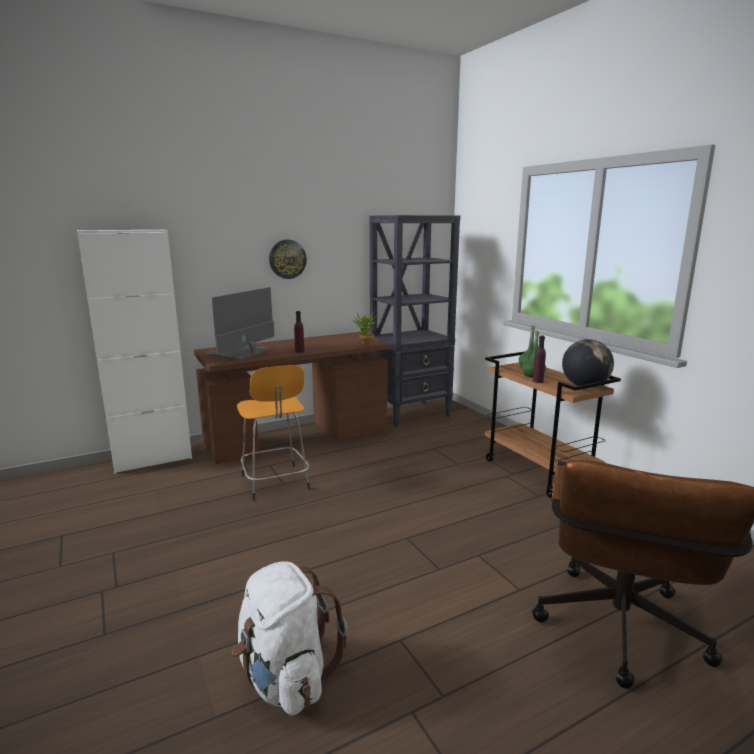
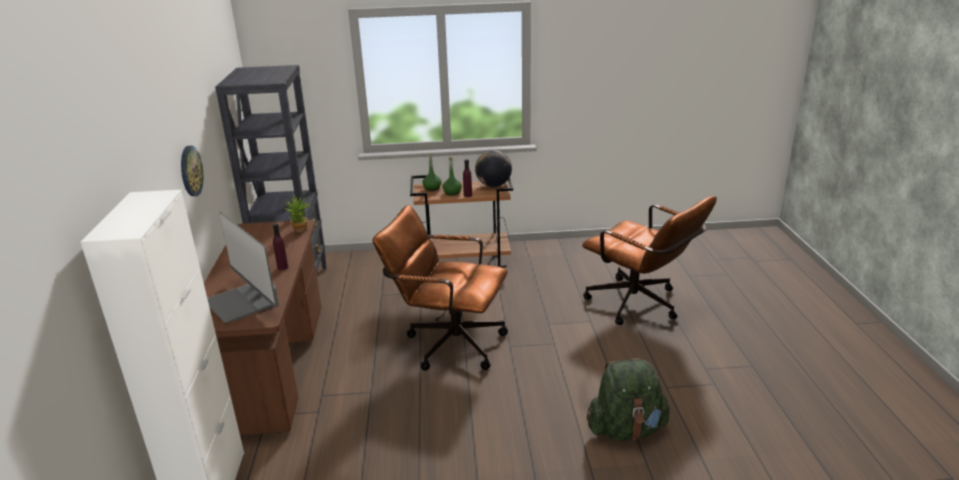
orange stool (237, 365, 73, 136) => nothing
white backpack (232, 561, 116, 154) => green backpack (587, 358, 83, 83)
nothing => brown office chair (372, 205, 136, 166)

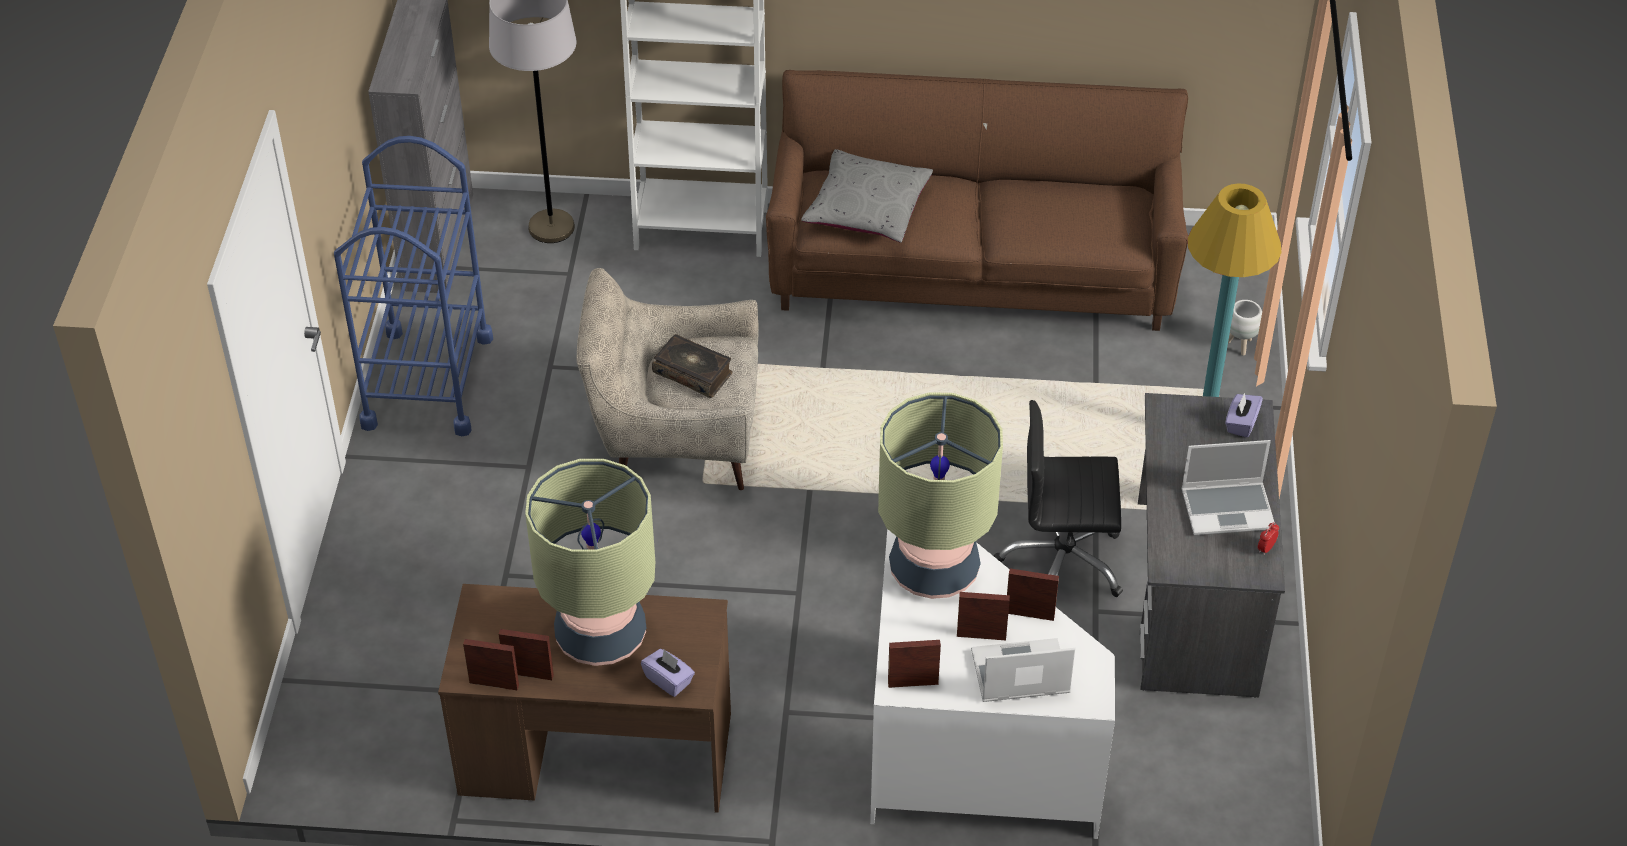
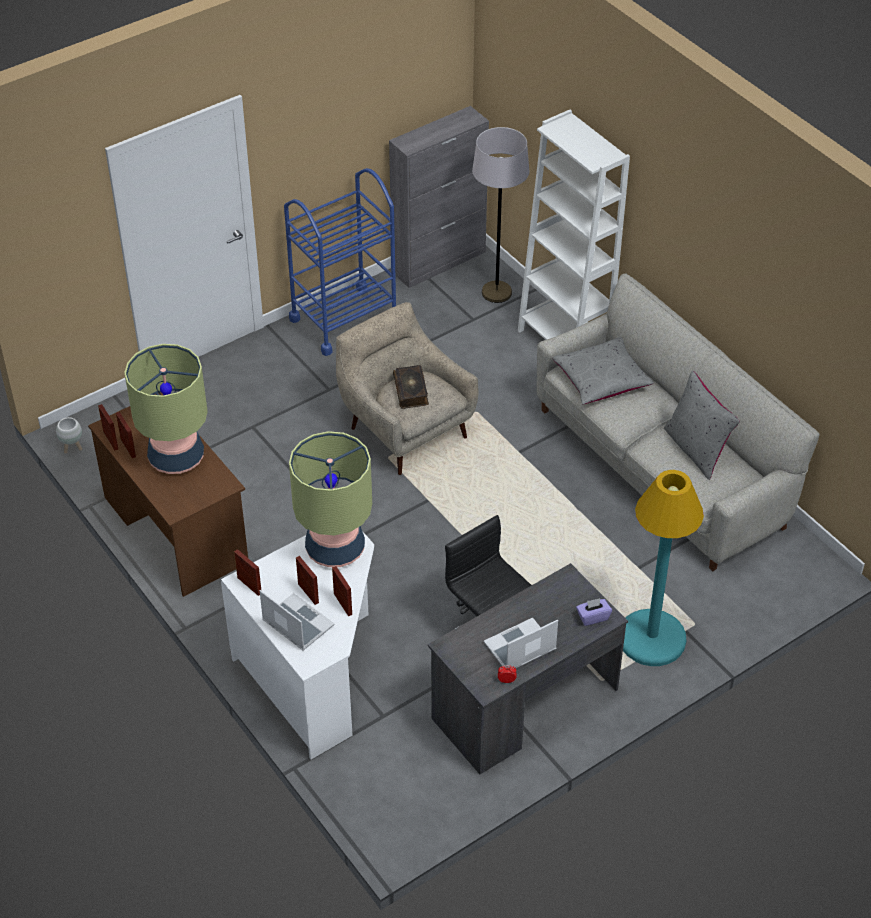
brown sofa (766, 70, 422, 261) => grey sofa (536, 274, 283, 297)
white planter (1228, 300, 34, 56) => white planter (56, 417, 26, 37), shifted
laptop (1181, 440, 94, 95) => laptop (484, 618, 74, 50), 105 degrees clockwise
purple tissue box (641, 649, 54, 48) => nothing
nothing => grey pillow (664, 370, 76, 110)

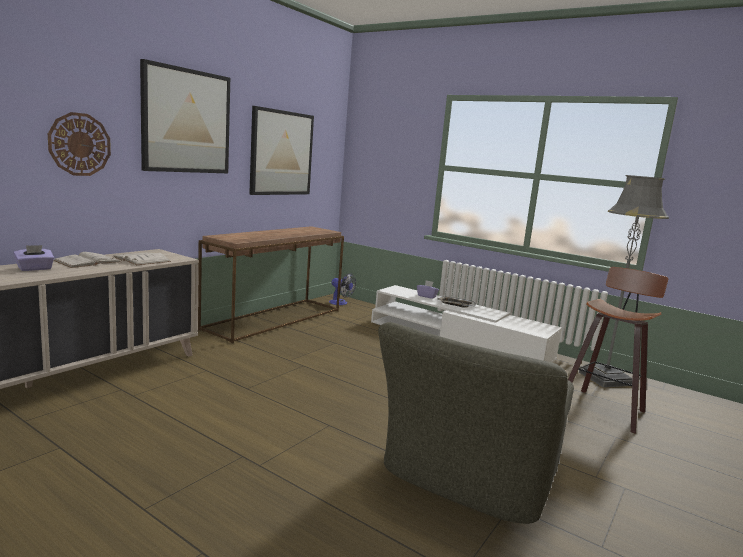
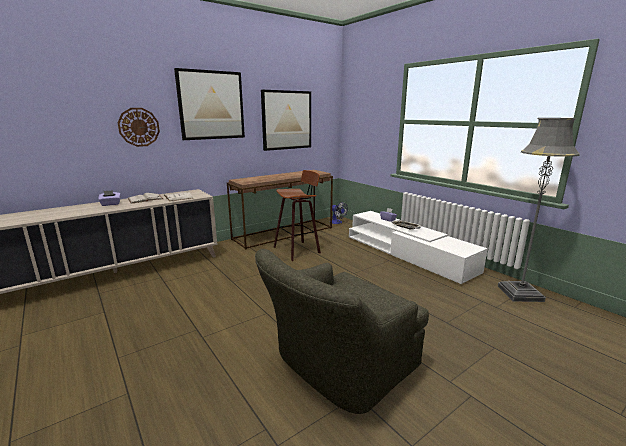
stool (568, 267, 100, 167) => stool (274, 170, 47, 91), shifted

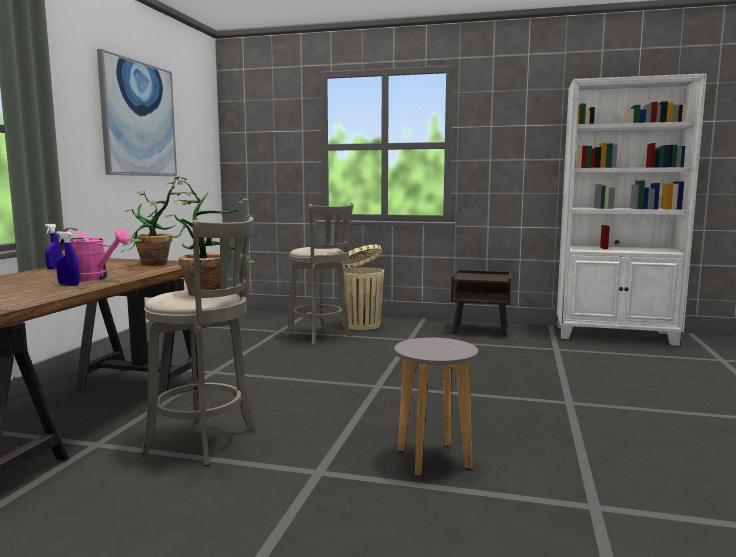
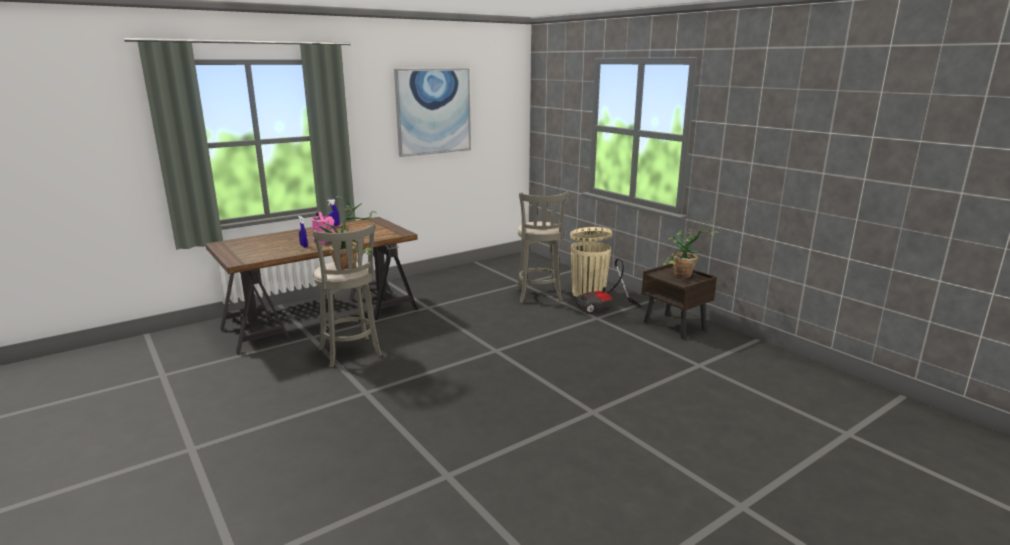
white bookcase (557, 73, 150, 273) => nothing
potted plant (122, 176, 75, 90) => potted plant (663, 219, 56, 59), shifted
grey stool (394, 338, 84, 138) => nothing
nothing => vacuum cleaner (576, 258, 67, 56)

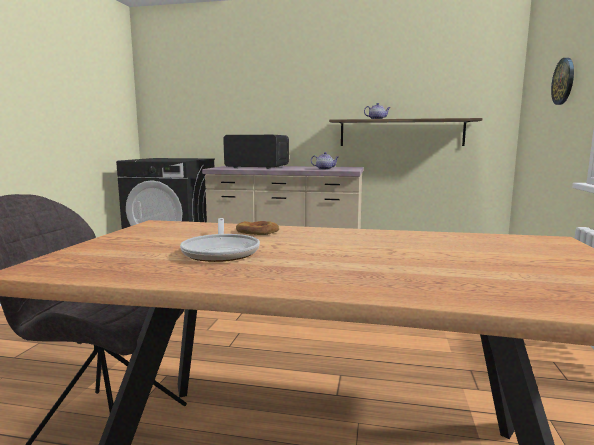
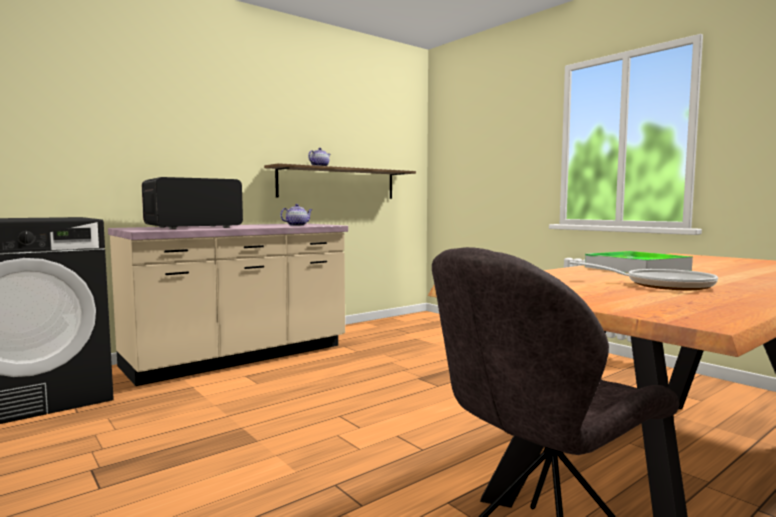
wall clock (551, 58, 23, 47) => nothing
bread (236, 221, 43, 14) => nothing
nothing => tray (585, 251, 108, 22)

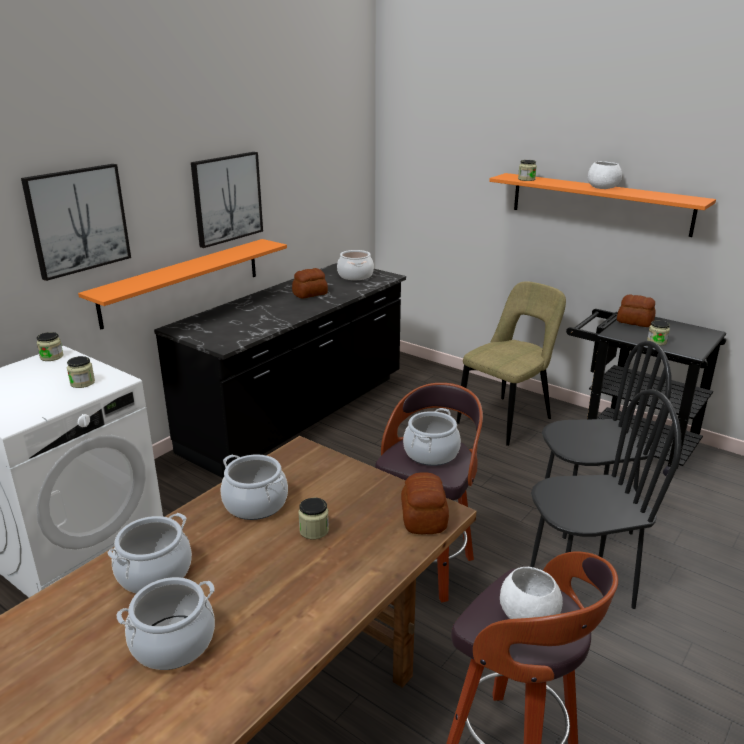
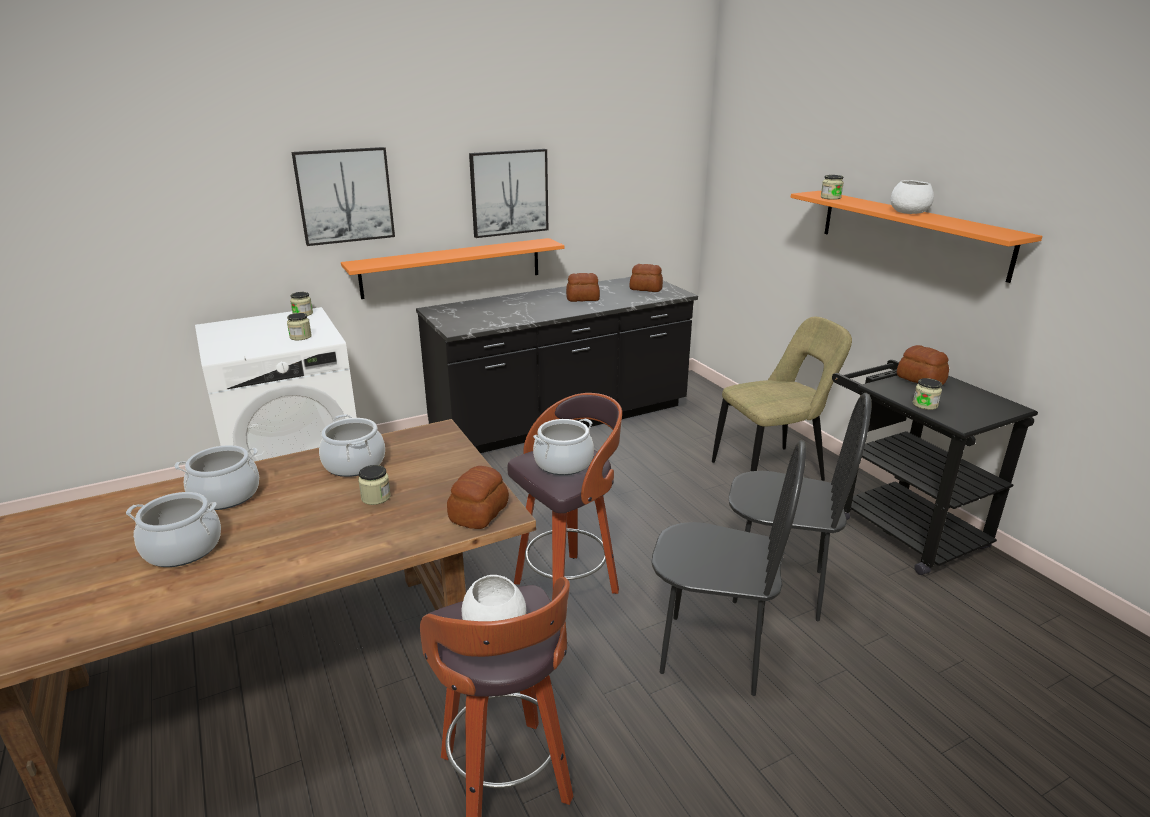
cooking pot (337, 250, 37, 30) => bread (630, 264, 33, 28)

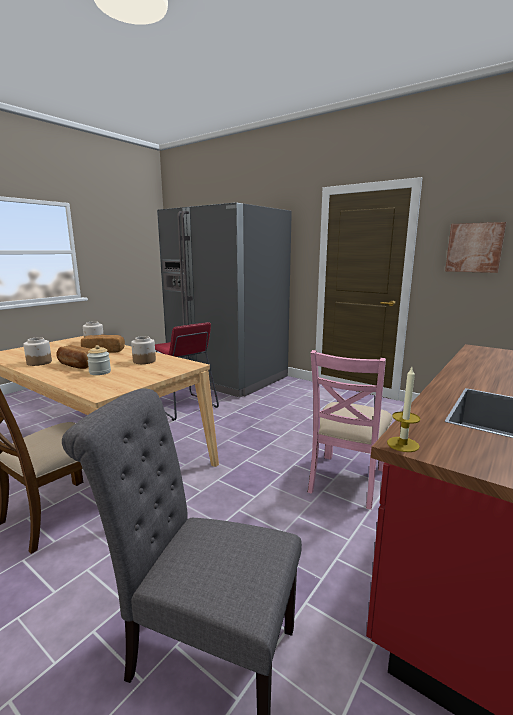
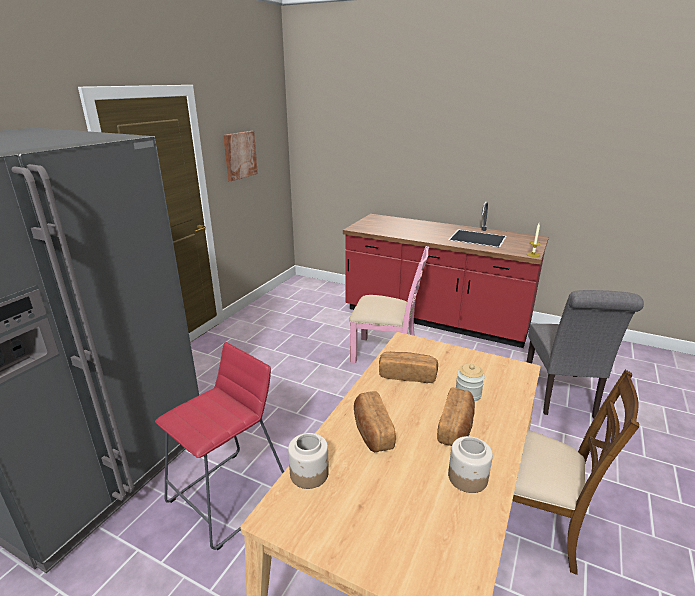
jar (131, 336, 25, 28) => bread (379, 352, 59, 31)

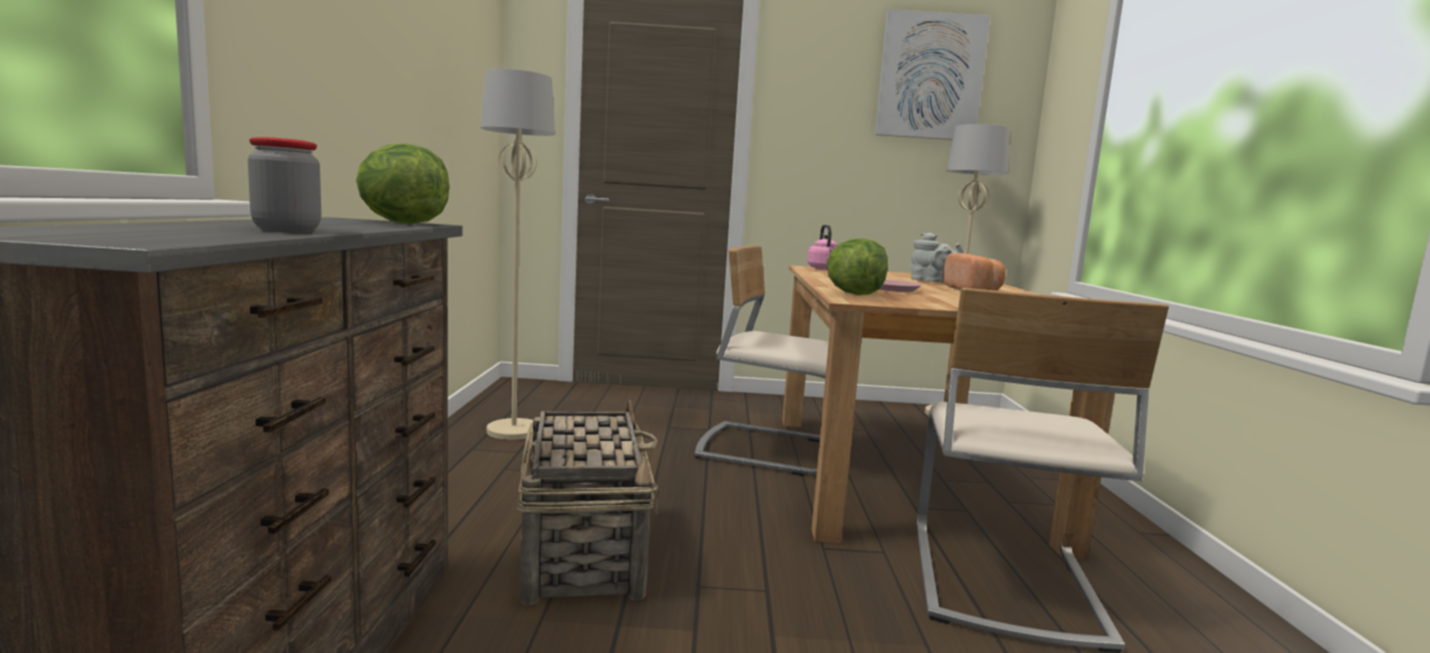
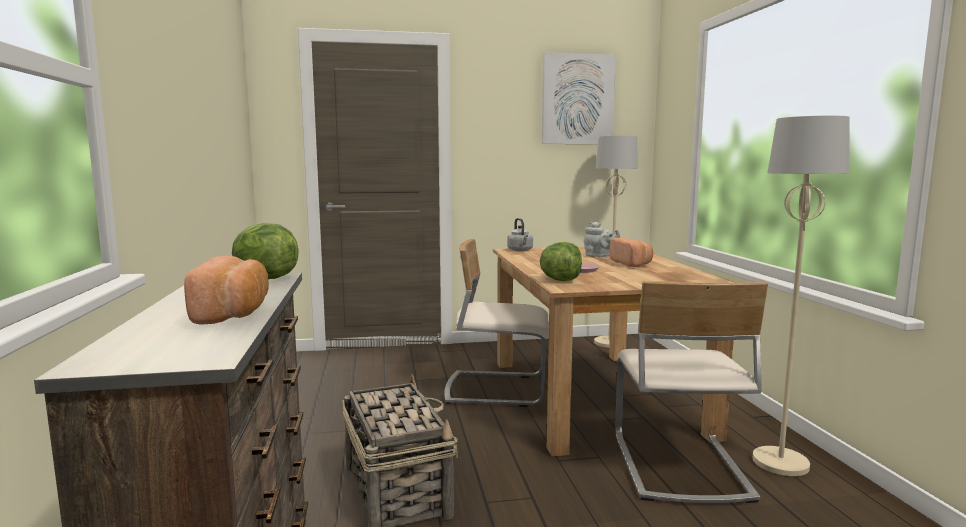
beige floor lamp (480, 69, 75, 371) => beige floor lamp (753, 116, 97, 360), shifted
jar (248, 137, 73, 95) => bread (184, 256, 85, 69)
pink kettle (807, 225, 31, 45) => grey kettle (507, 218, 26, 33)

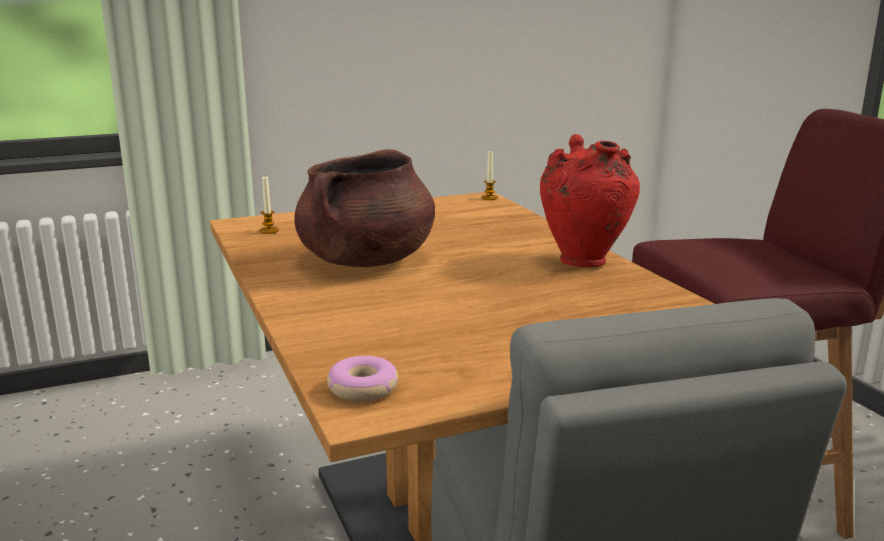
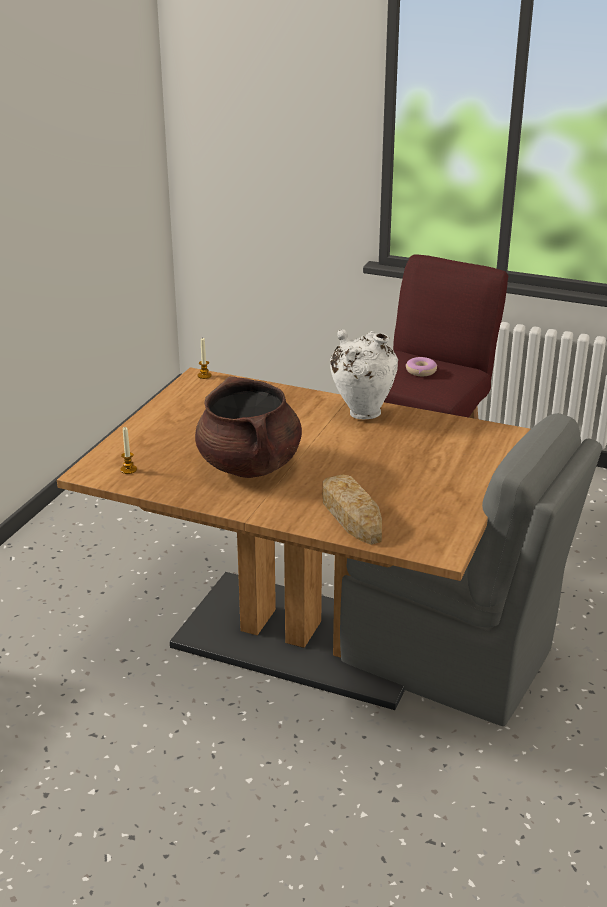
red vase (540, 134, 100, 133) => white vase (330, 329, 68, 90)
donut (327, 356, 71, 46) => donut (405, 357, 32, 19), shifted
nothing => bread (323, 475, 59, 70)

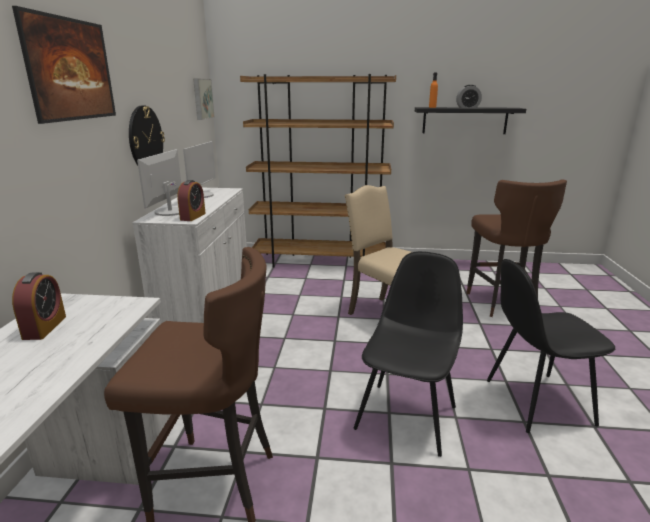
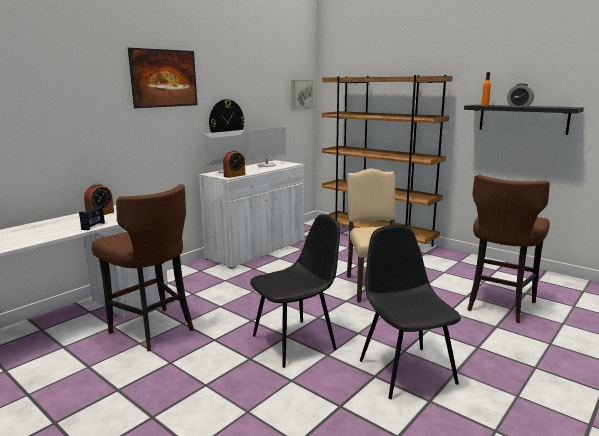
black chair (487, 259, 128, 174) => black chair (360, 225, 101, 174), 45 degrees clockwise
nothing => radio (79, 198, 26, 32)

